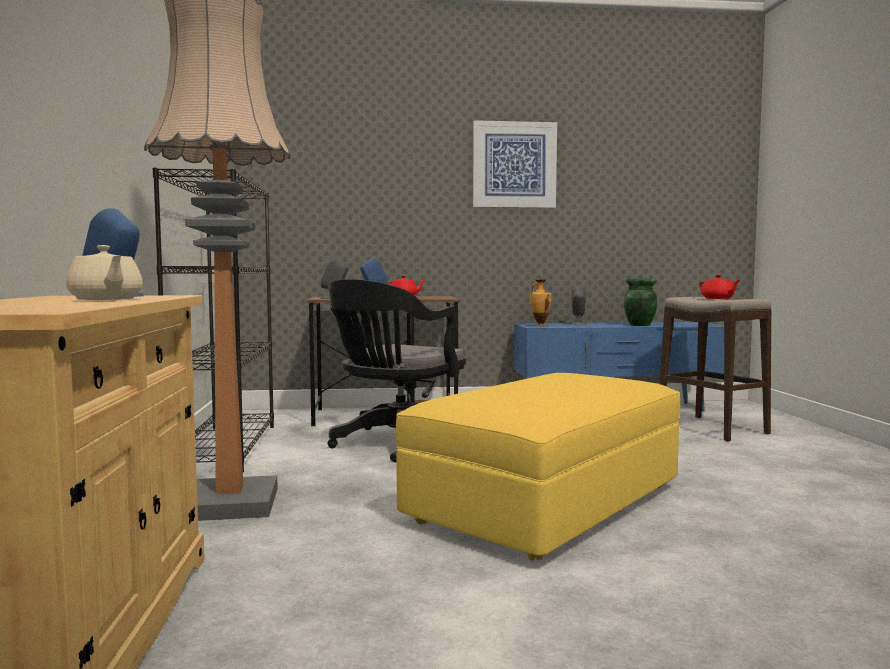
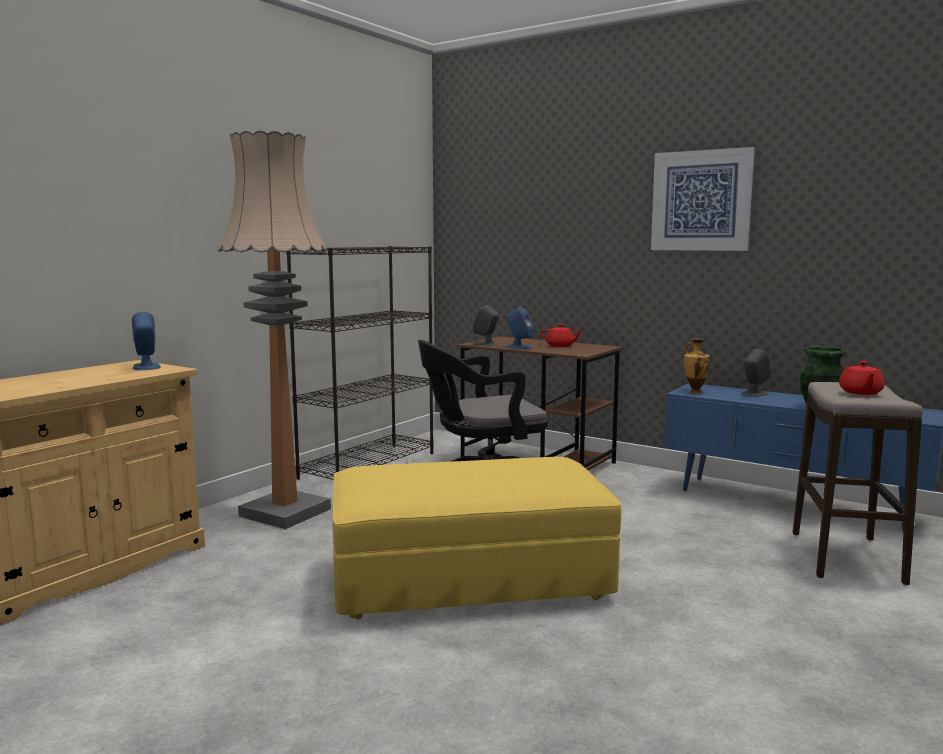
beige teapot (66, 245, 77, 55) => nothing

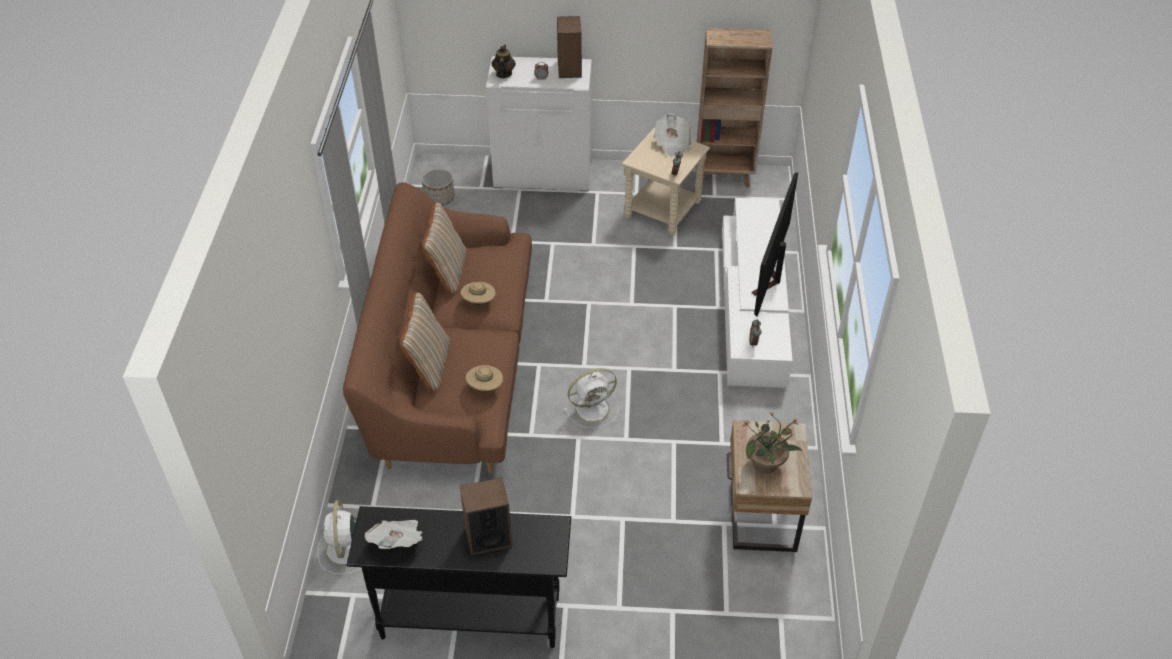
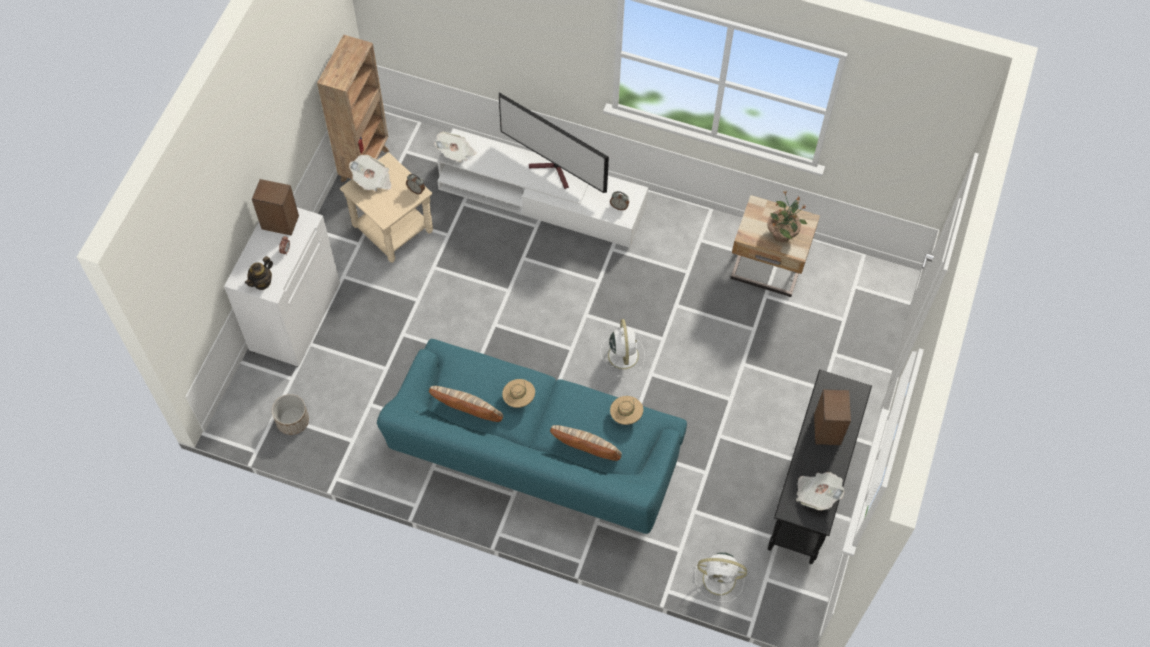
teapot (491, 45, 25, 33) => teapot (245, 256, 28, 34), 75 degrees counterclockwise
brown sofa (343, 182, 189, 292) => turquoise sofa (377, 339, 310, 195)
nothing => newspaper (434, 132, 42, 30)

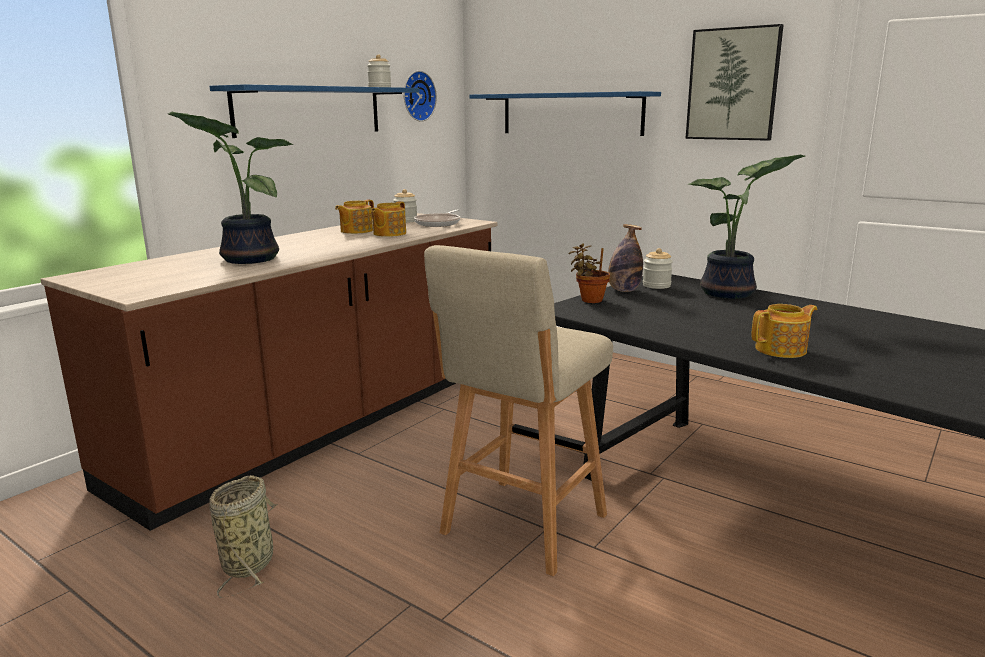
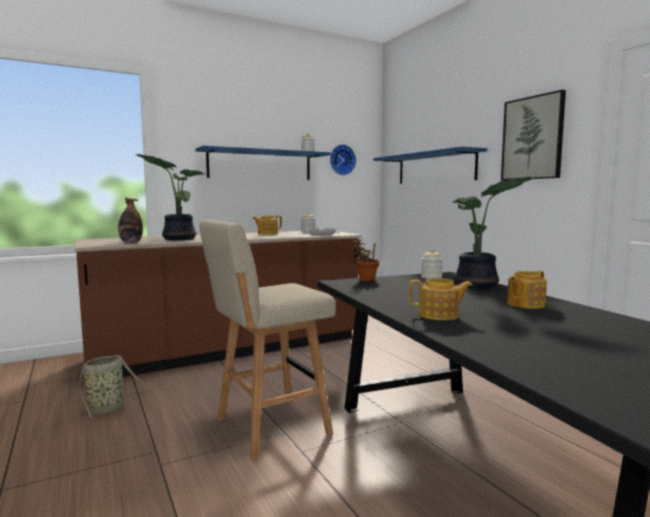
teapot (371, 201, 35, 36) => teapot (507, 270, 40, 39), shifted
bottle (608, 224, 35, 68) => bottle (118, 198, 25, 45), shifted

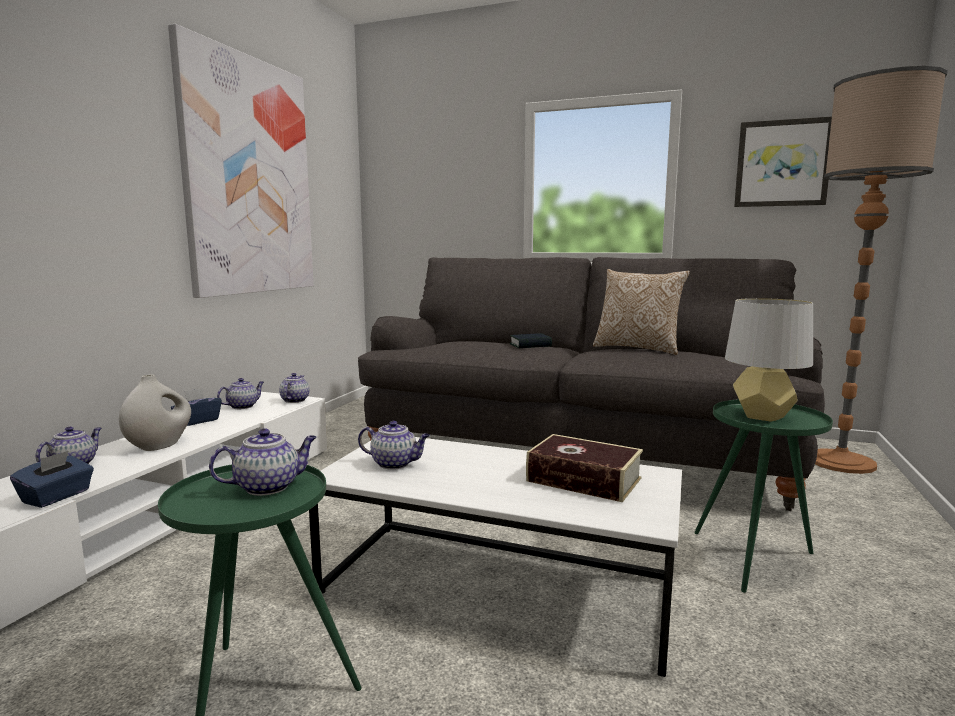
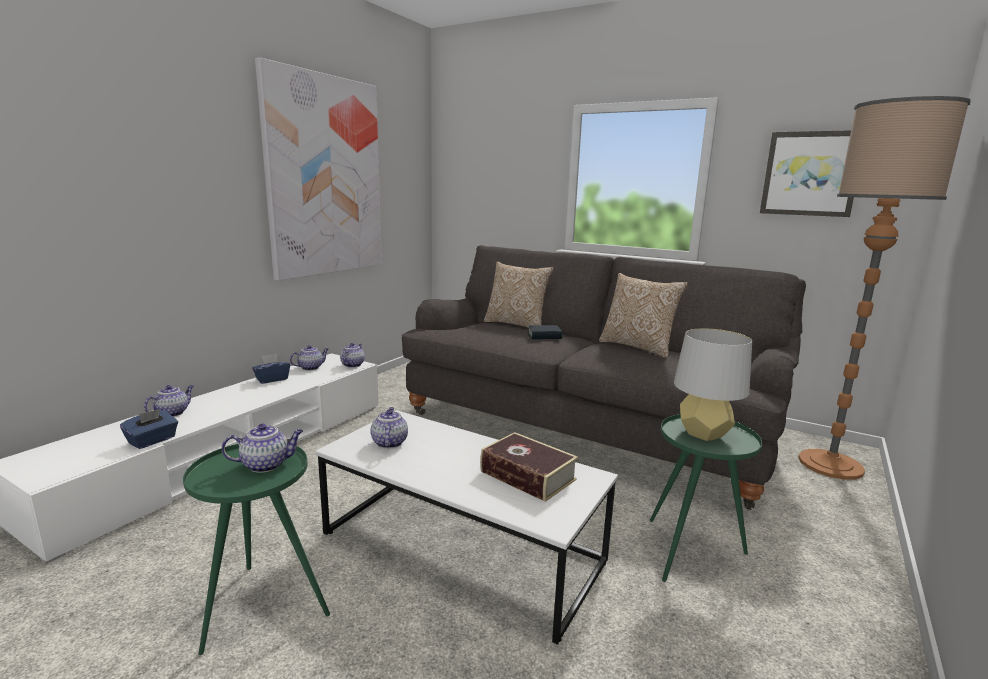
white vase (119, 375, 72, 76) => nothing
teapot (358, 421, 72, 49) => teapot (371, 407, 37, 41), 120 degrees counterclockwise
nothing => pillow (484, 261, 70, 67)

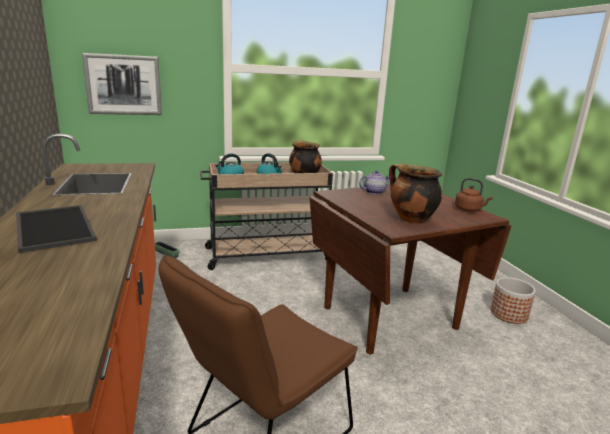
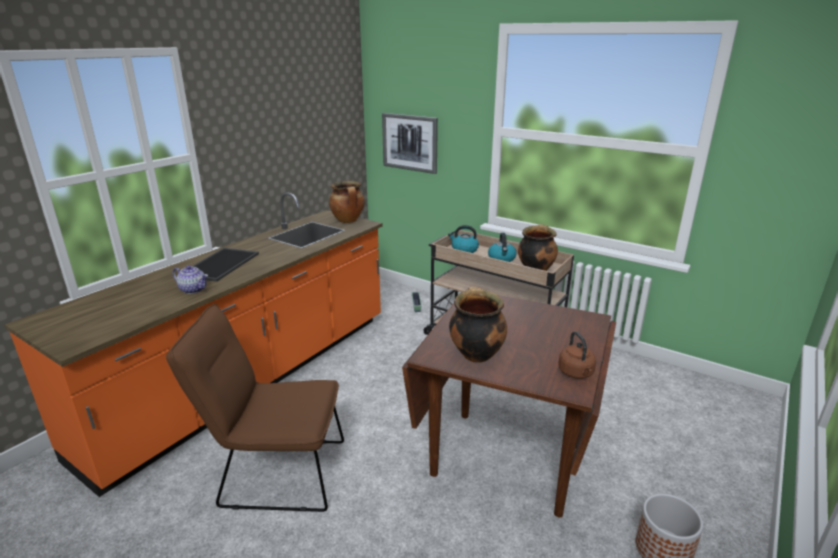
teapot (359, 171, 30, 23) => teapot (173, 266, 35, 28), shifted
nothing => cooking pot (329, 181, 36, 42)

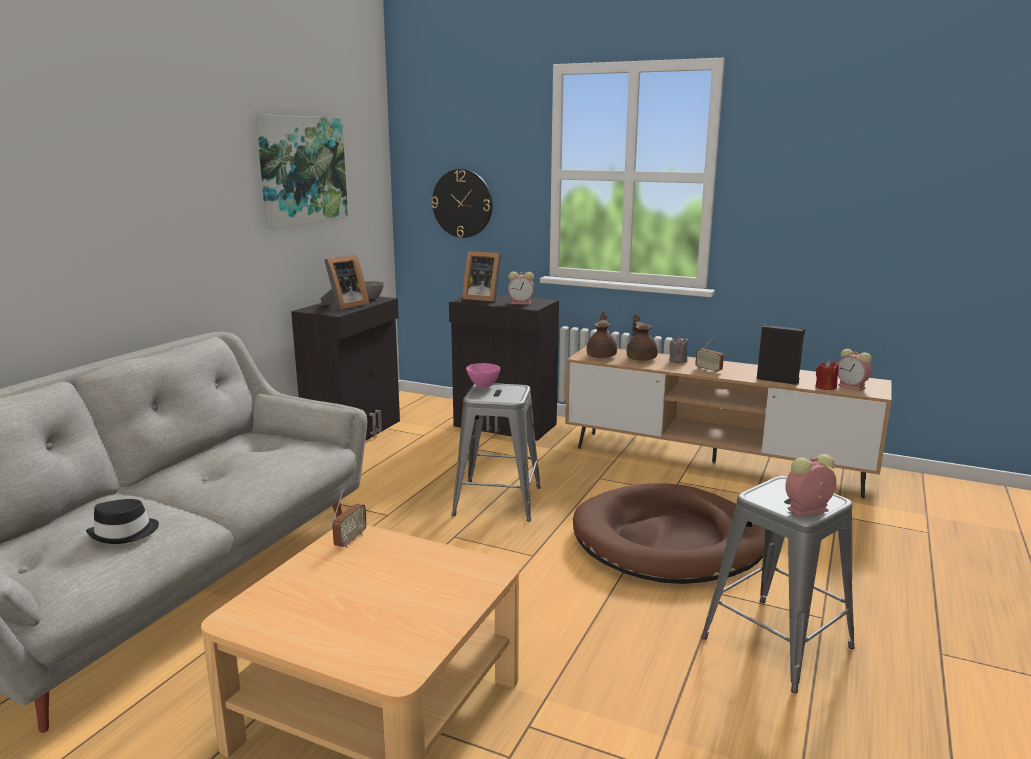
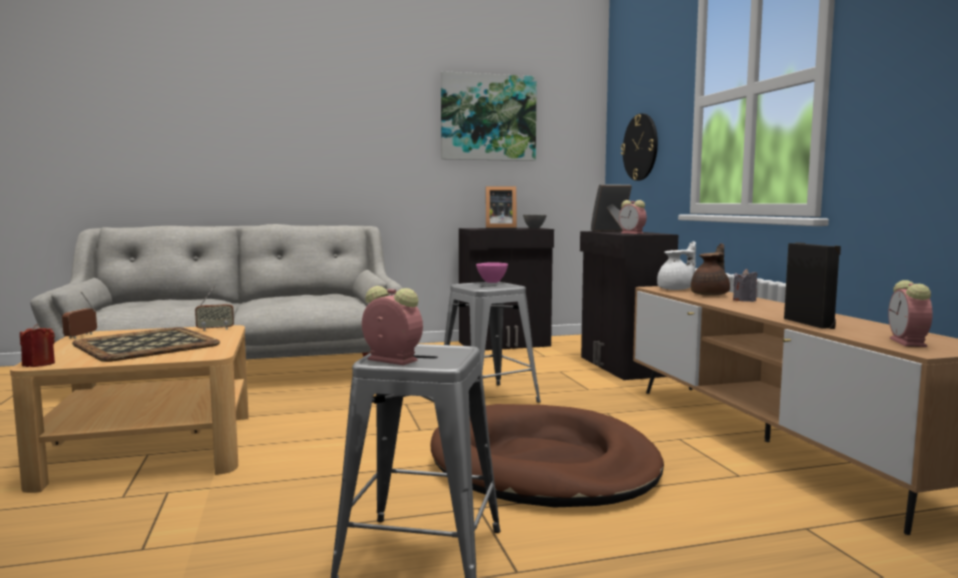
picture frame (462, 251, 39, 51) => picture frame (591, 184, 41, 47), 90 degrees clockwise
brown teapot (587, 311, 30, 47) => white teapot (657, 241, 39, 49)
radio (695, 336, 29, 37) => radio (62, 291, 35, 48), shifted
red candle (816, 360, 23, 30) => red candle (20, 324, 35, 43), shifted
black hat (86, 499, 73, 45) => nothing
nothing => tray (72, 327, 148, 35)

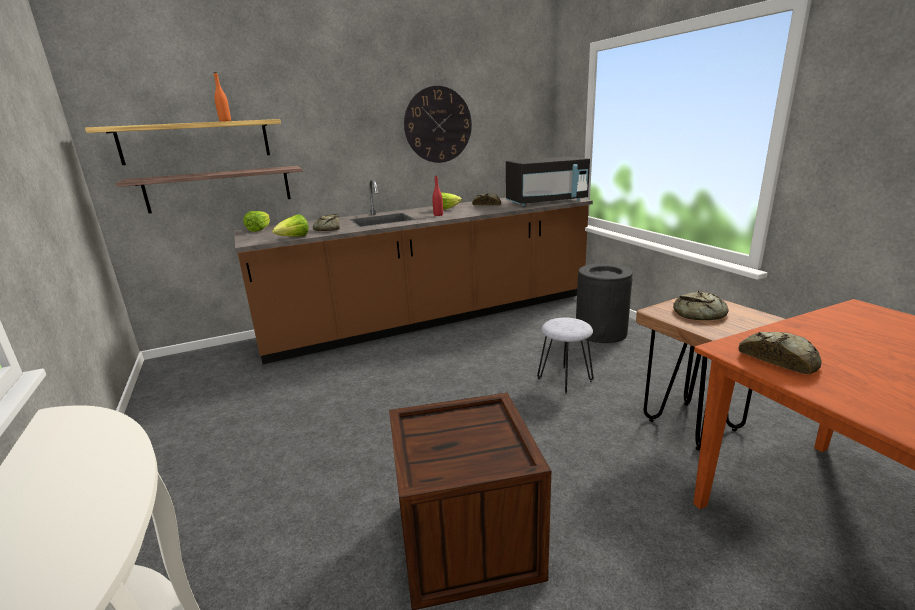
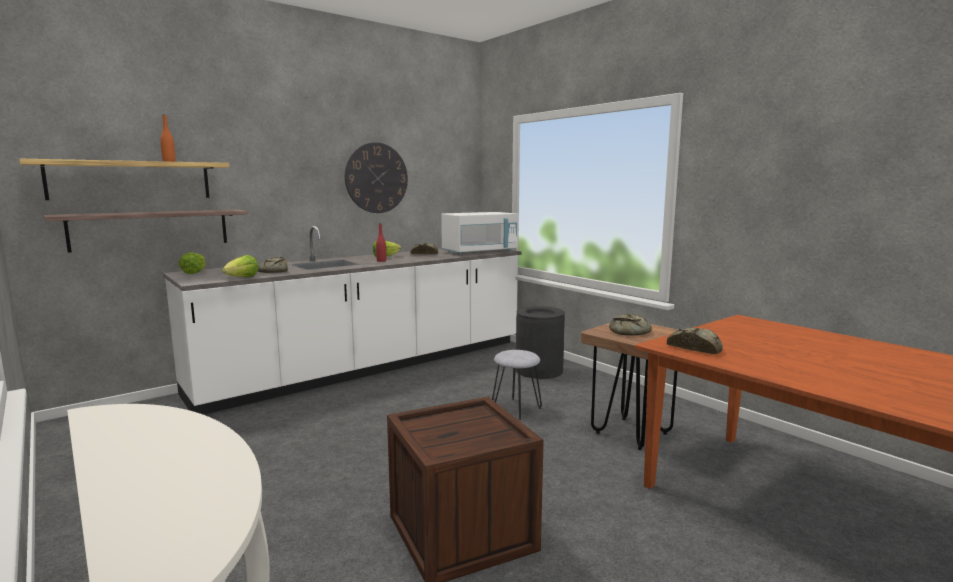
black microwave (506, 156, 84, 50) => white microwave (441, 212, 77, 43)
brown counter (234, 179, 359, 185) => white counter (163, 226, 359, 189)

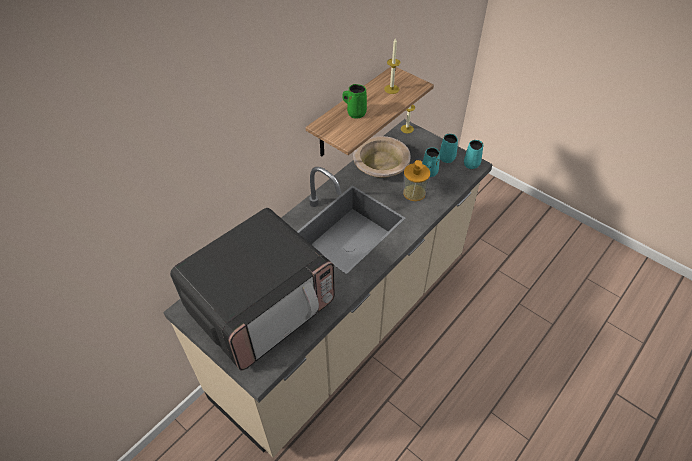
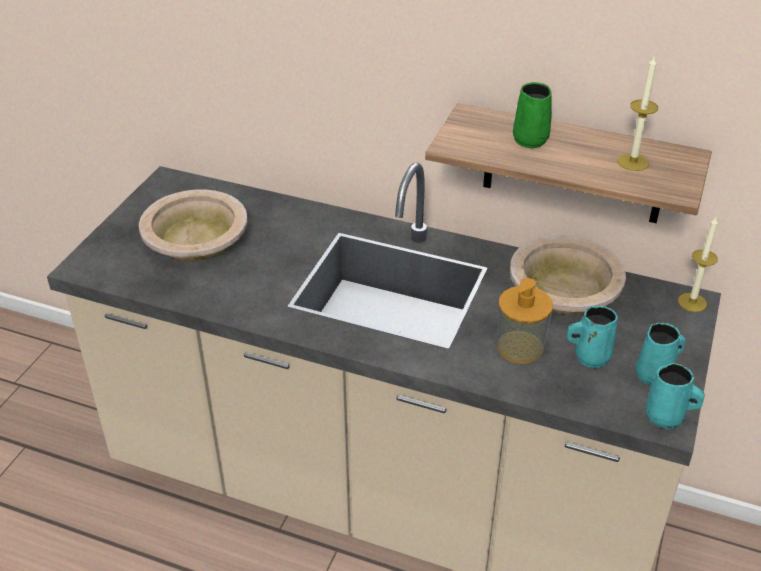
microwave (170, 208, 165, 162) => beige bowl (139, 189, 109, 73)

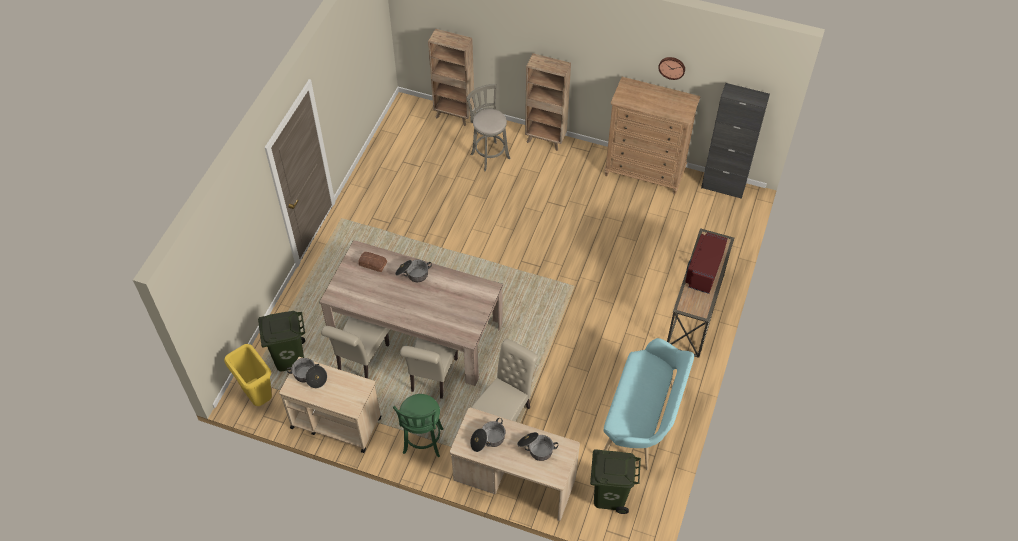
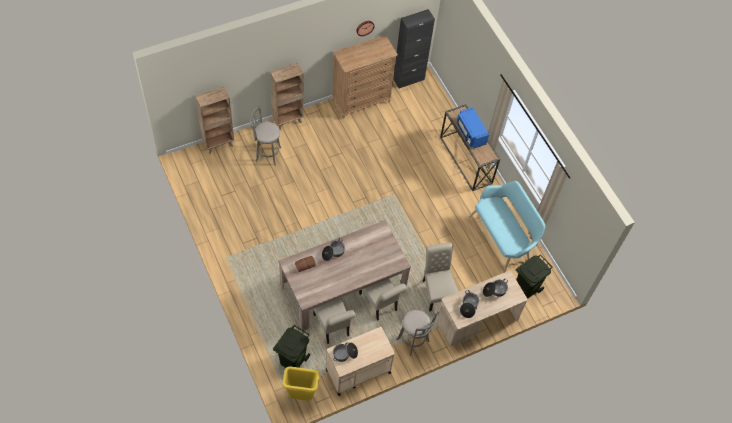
red microwave (685, 232, 43, 62) => blue microwave (456, 107, 33, 41)
green stool (393, 394, 51, 63) => grey stool (396, 310, 43, 46)

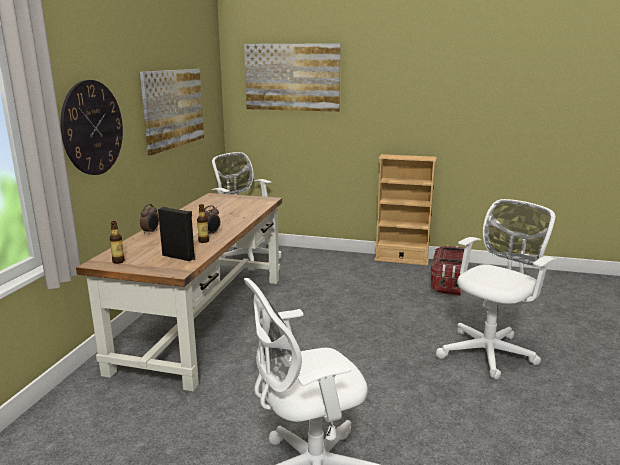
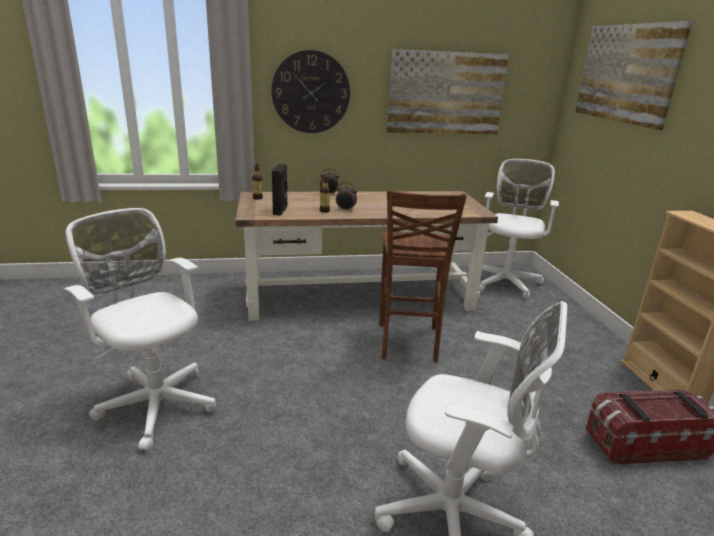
nothing => brown stool (379, 190, 88, 173)

